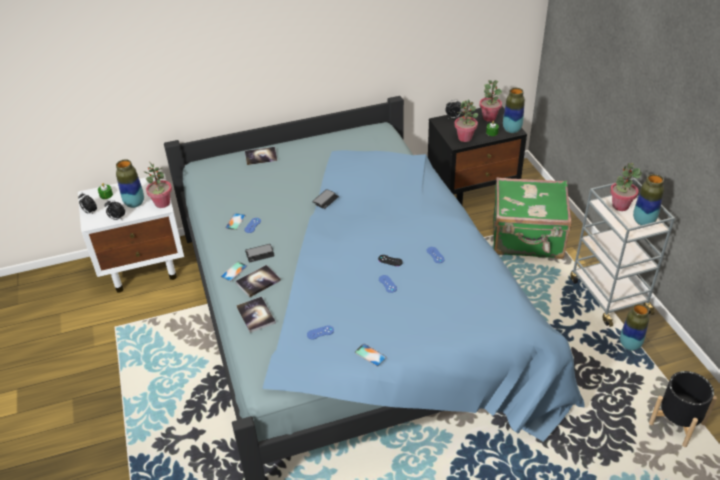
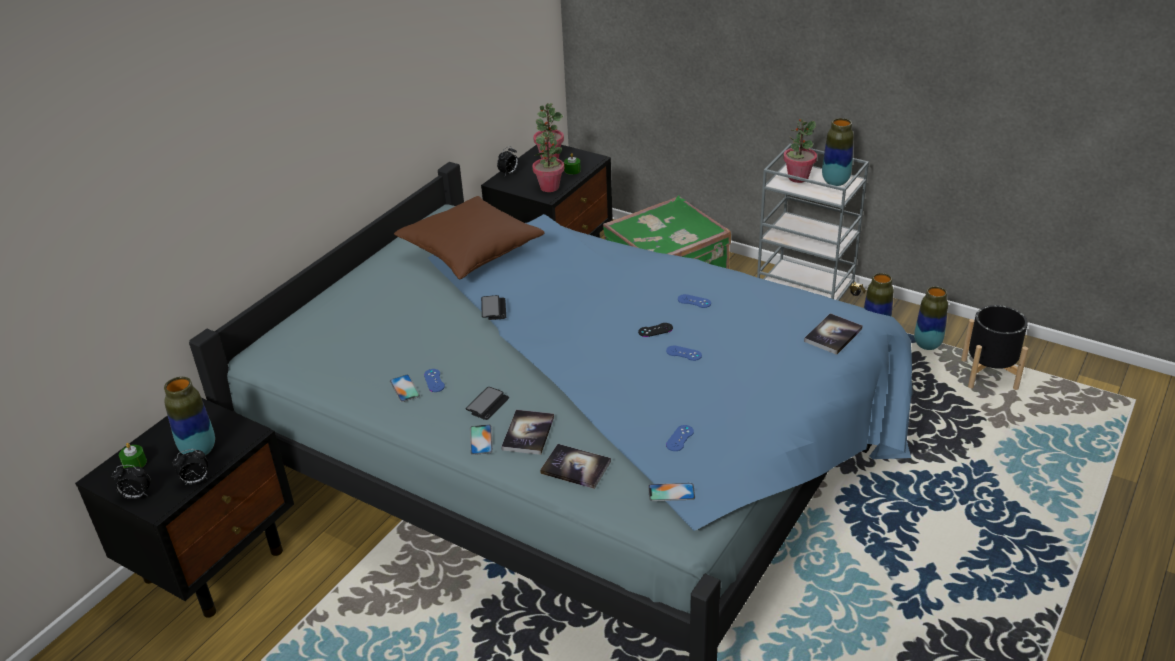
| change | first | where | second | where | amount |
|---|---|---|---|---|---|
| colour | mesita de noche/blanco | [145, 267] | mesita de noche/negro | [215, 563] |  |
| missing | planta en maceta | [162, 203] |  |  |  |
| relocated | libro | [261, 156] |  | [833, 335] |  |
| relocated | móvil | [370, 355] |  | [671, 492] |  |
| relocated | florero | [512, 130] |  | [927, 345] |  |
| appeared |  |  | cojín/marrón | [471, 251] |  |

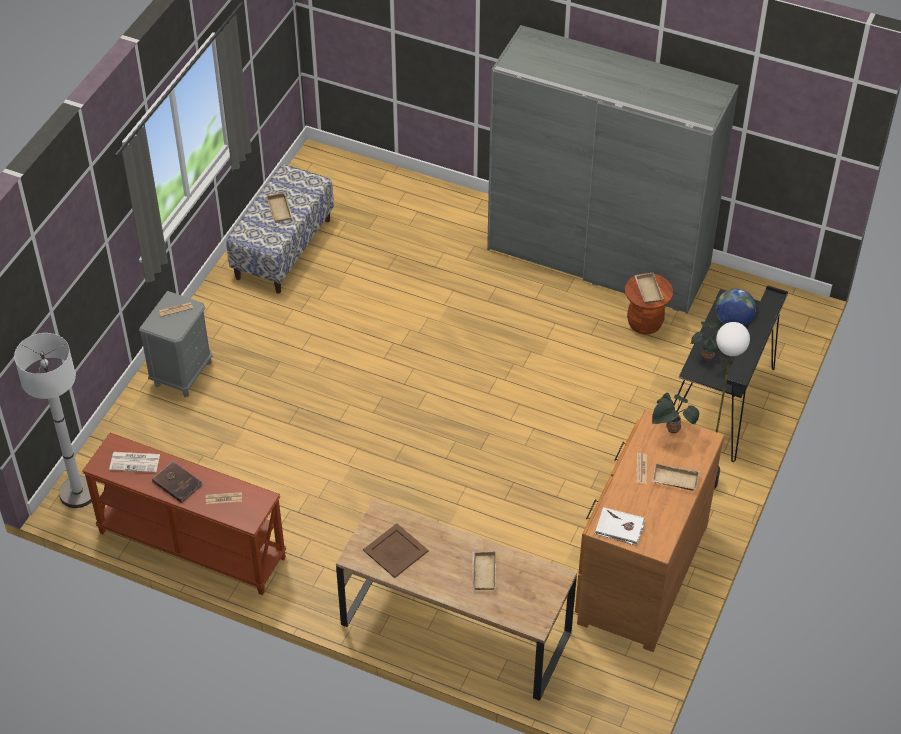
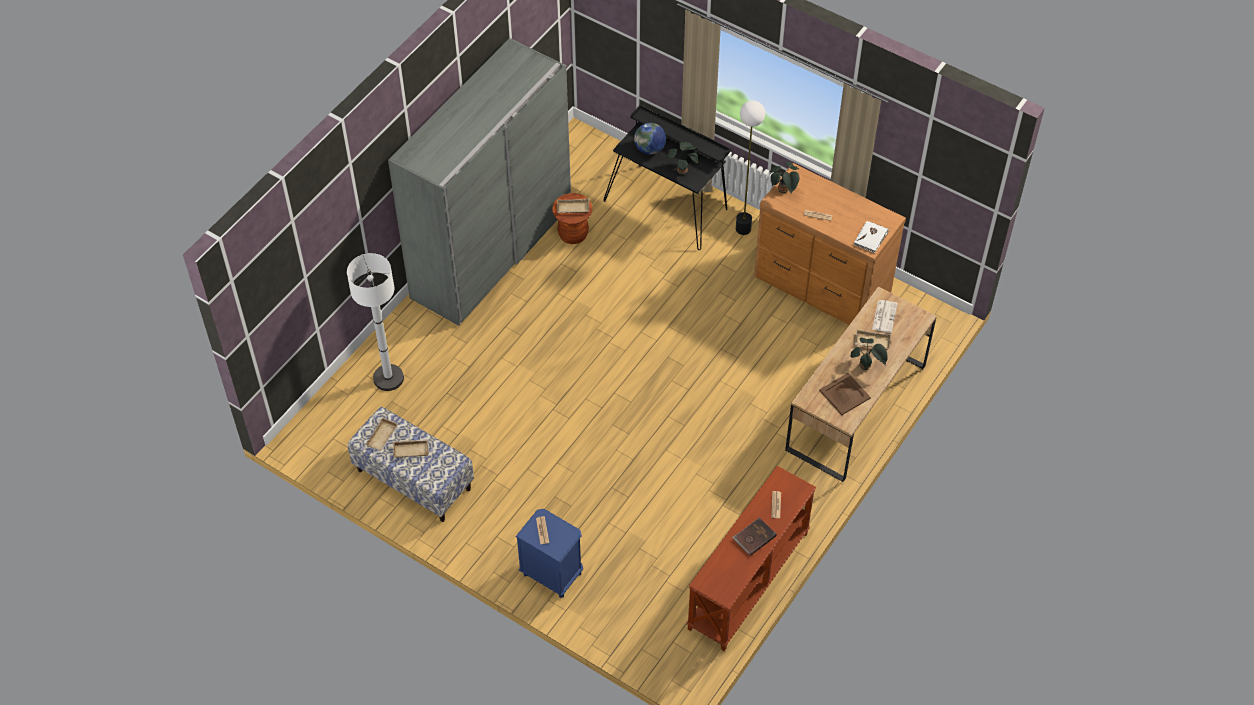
| change | first | where | second | where | amount |
|---|---|---|---|---|---|
| relocated | lámpara de pie/blanco | [78, 493] |  | [388, 378] |  |
| relocated | periódico | [135, 462] |  | [884, 316] |  |
| colour | mesita de noche/gris | [183, 373] | mesita de noche/azul | [551, 574] |  |
| relocated | bandeja/beis | [674, 480] |  | [383, 437] |  |
| appeared |  |  | planta en maceta | [866, 367] |  |

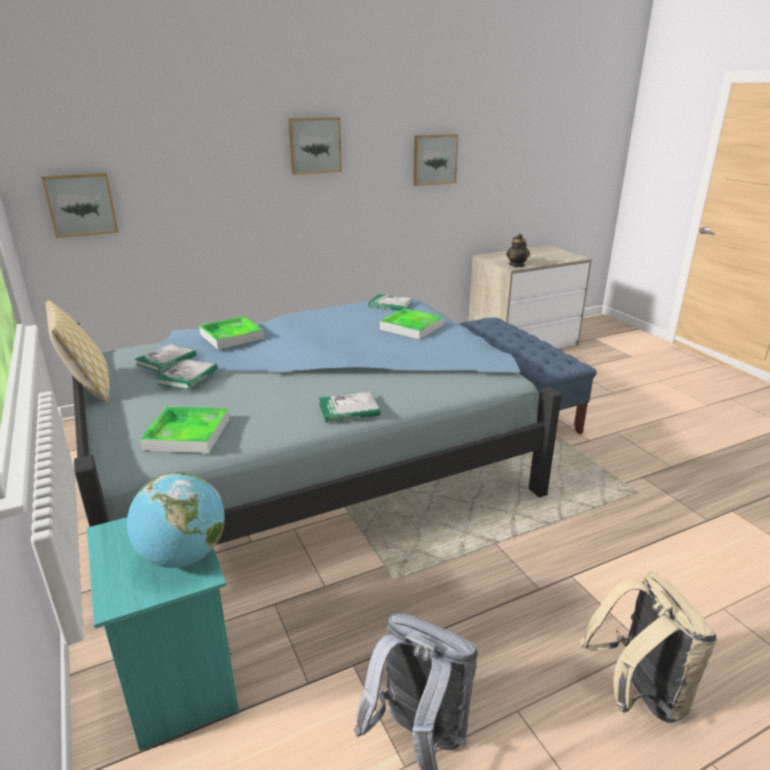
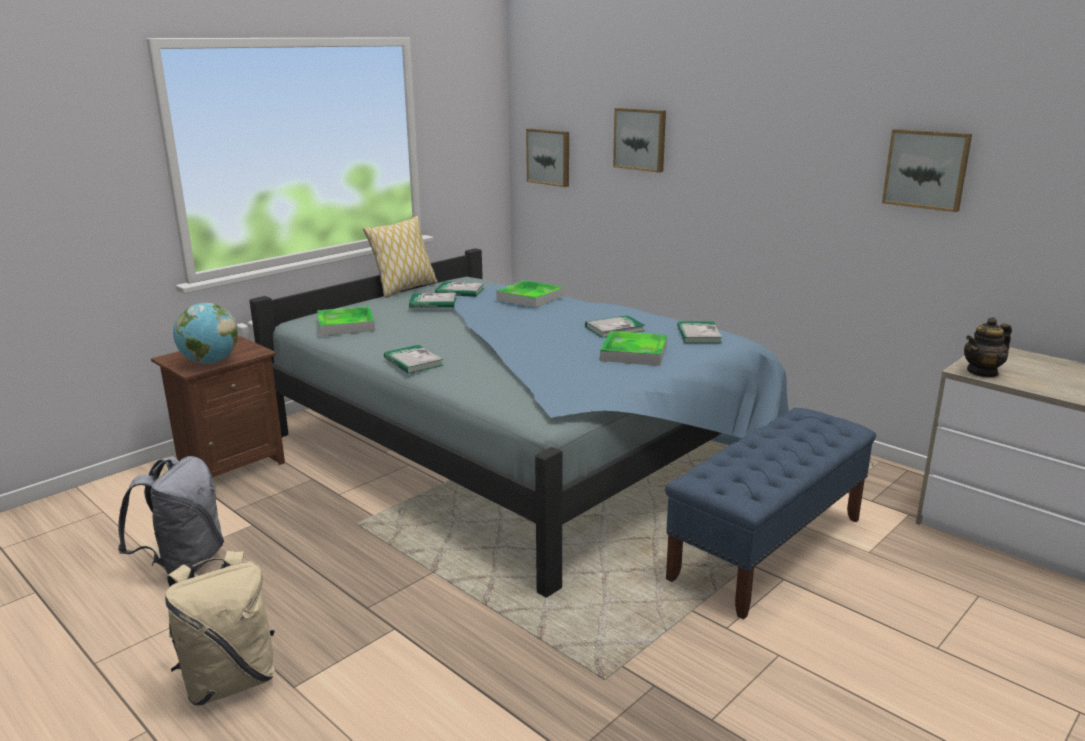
| change | first | where | second | where | amount |
|---|---|---|---|---|---|
| colour | mesita de noche/turquesa | [178, 684] | mesita de noche/marrón | [230, 466] |  |
| relocated | cuadro | [314, 145] |  | [640, 139] |  |
| appeared |  |  | libro | [614, 329] |  |

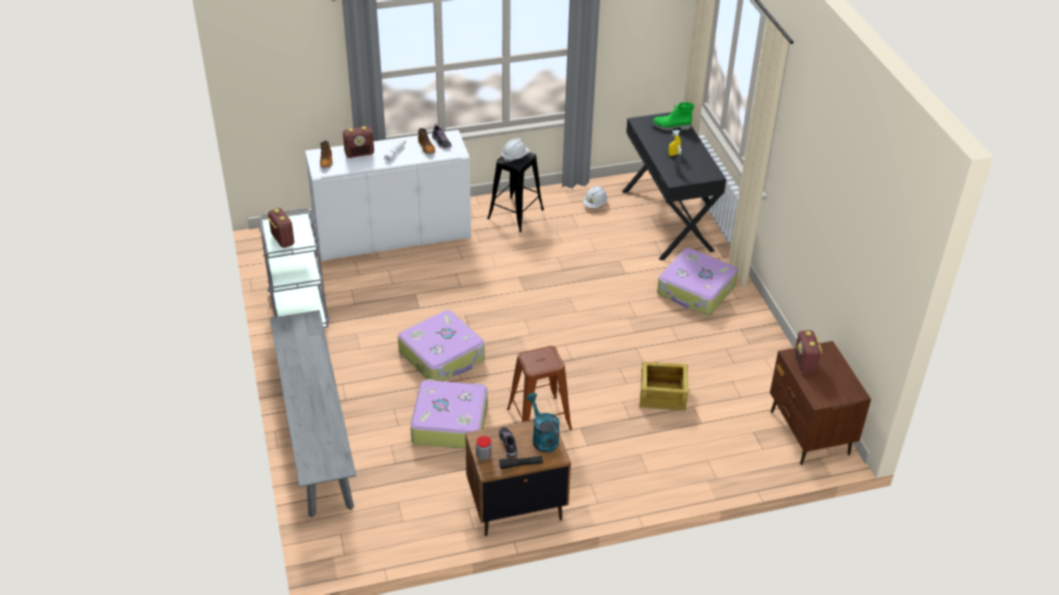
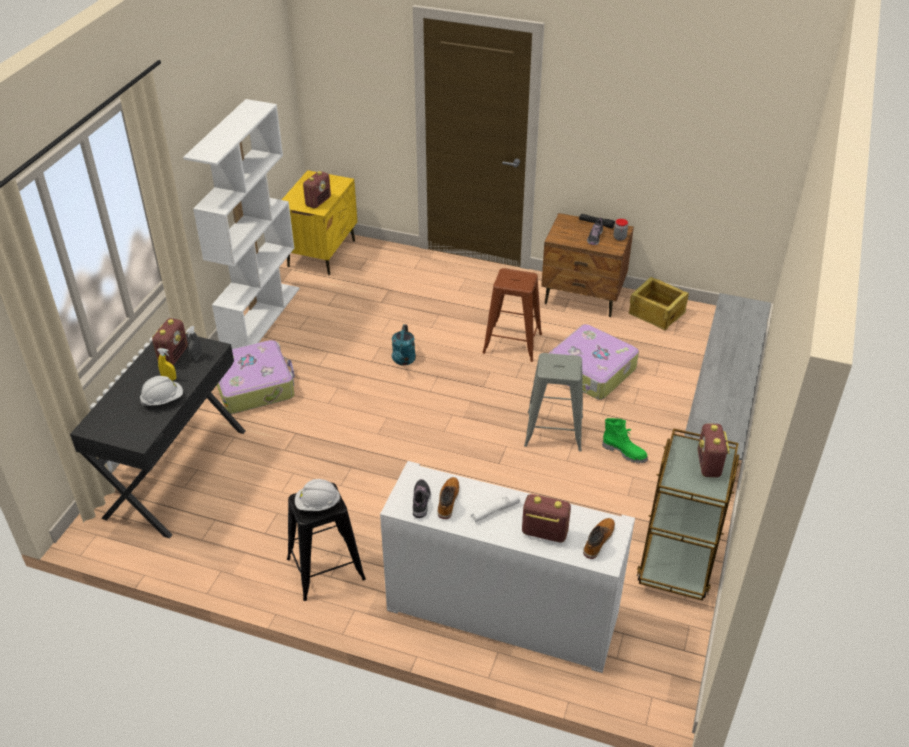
| change | first | where | second | where | amount |
|---|---|---|---|---|---|
| colour | carrito/gris | [299, 309] | carrito/marrón | [678, 556] |  |
| exchanged | maleta | [442, 356] | taburete/gris | [554, 431] |  |
| relocated | regadera/turquesa | [543, 438] |  | [403, 361] |  |
| relocated | casco/blanco | [595, 204] |  | [163, 400] |  |
| relocated | caja de embalaje | [663, 395] |  | [656, 312] |  |
| relocated | bota/verde | [671, 127] |  | [624, 452] |  |
| colour | mesita de noche/marrón | [809, 433] | mesita de noche/amarillo | [322, 253] |  |
| appeared |  |  | radio | [173, 355] |  |
| appeared |  |  | estantería/blanco | [260, 317] |  |

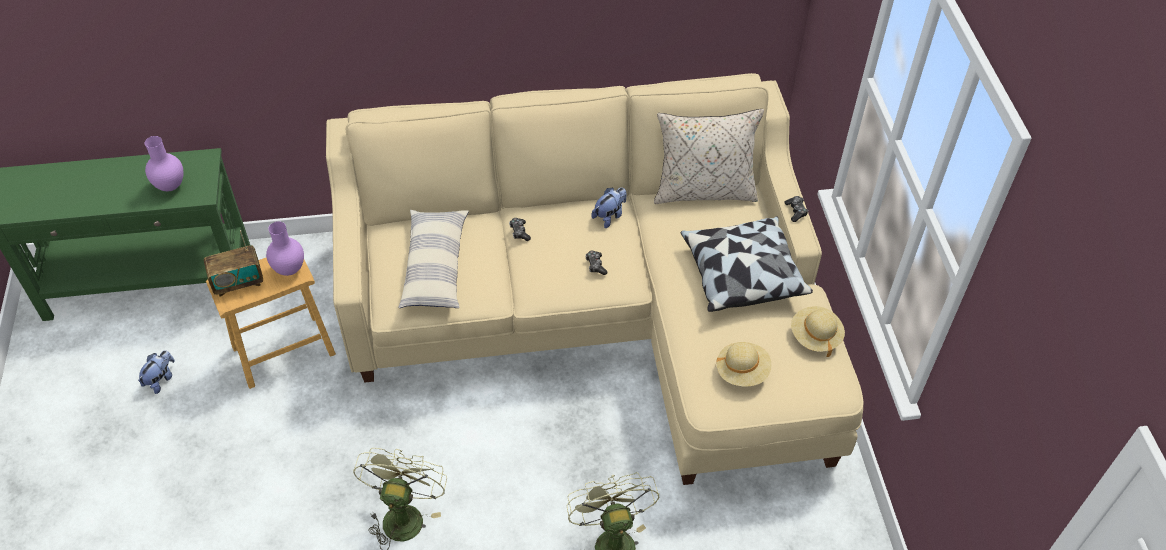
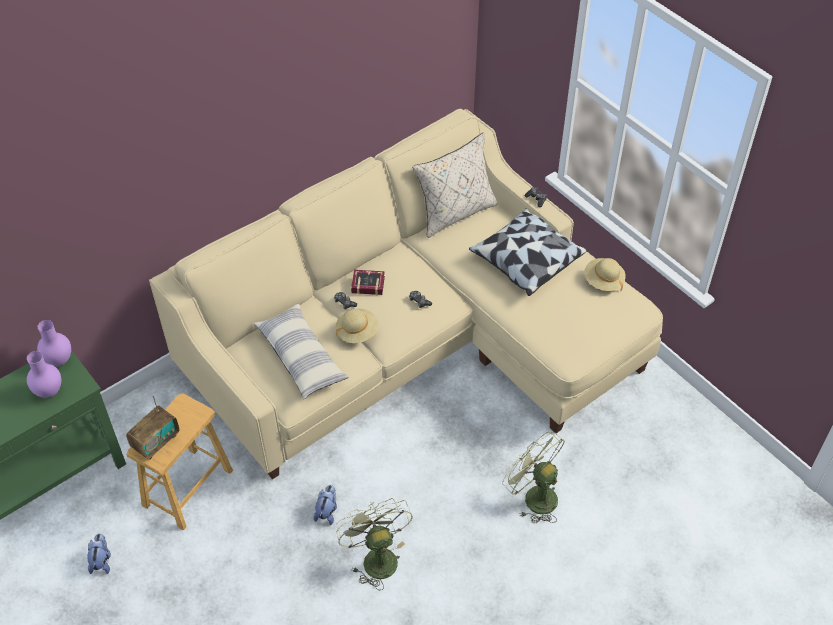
| change | first | where | second | where | amount |
|---|---|---|---|---|---|
| relocated | florero/morado | [289, 270] |  | [59, 361] |  |
| relocated | peluche | [609, 216] |  | [327, 511] |  |
| relocated | sombrero/beis | [742, 371] |  | [357, 332] |  |
| appeared |  |  | libro | [366, 284] |  |

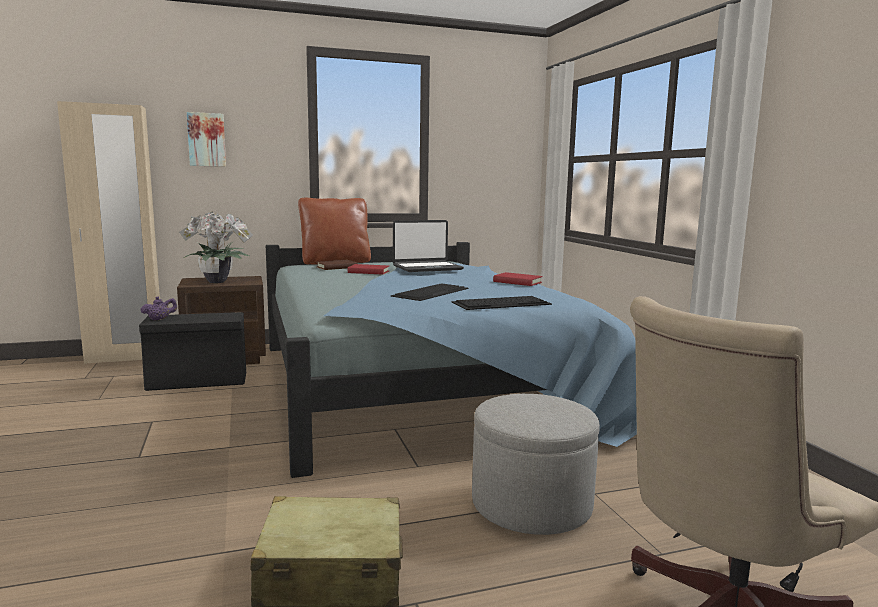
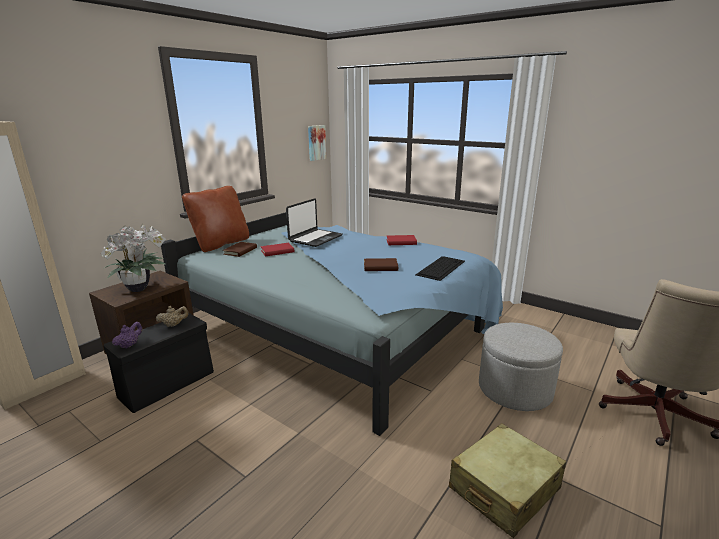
| change | first | where | second | where | amount |
|---|---|---|---|---|---|
| relocated | cuadro | [206, 140] |  | [316, 142] |  |
| exchanged | teclado | [431, 292] | libro/marrón | [380, 267] |  |
| appeared |  |  | tetera/beis | [174, 325] |  |

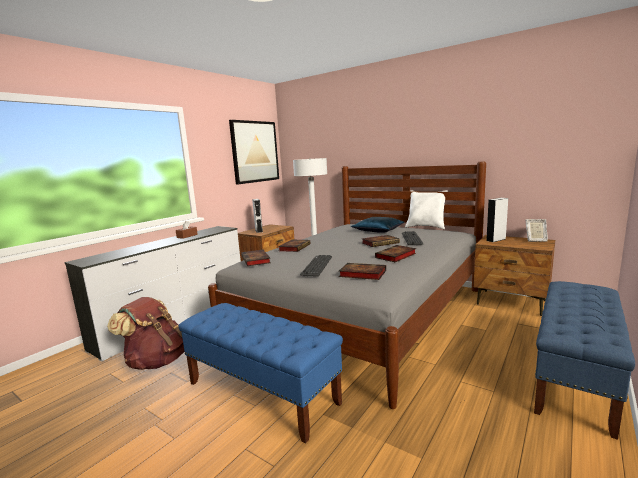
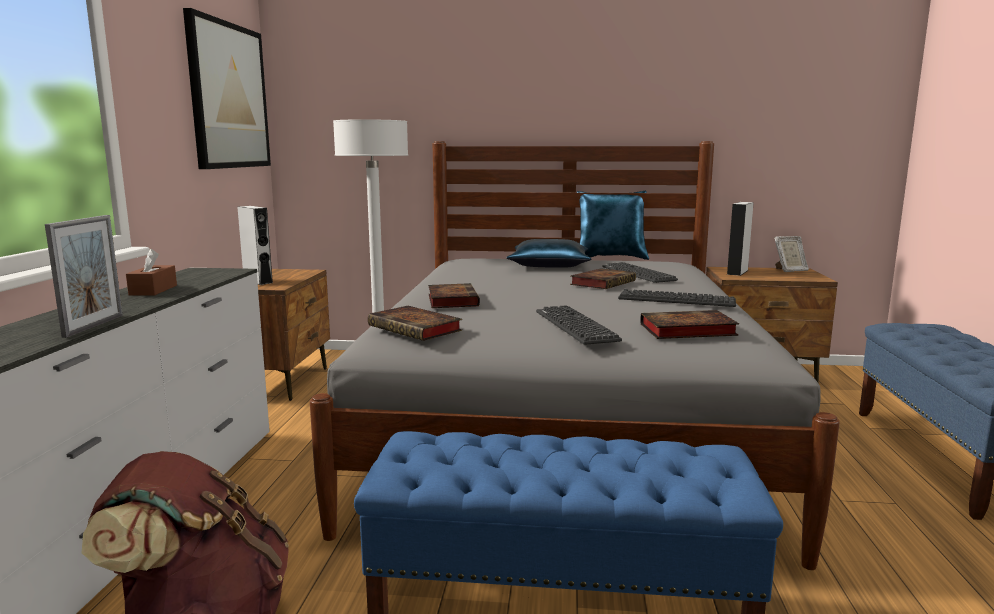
| change | first | where | second | where | amount |
|---|---|---|---|---|---|
| exchanged | libro | [395, 256] | teclado | [676, 300] |  |
| colour | cojín/blanco | [426, 227] | cojín/azul | [611, 258] |  |
| appeared |  |  | portarretratos | [94, 326] |  |

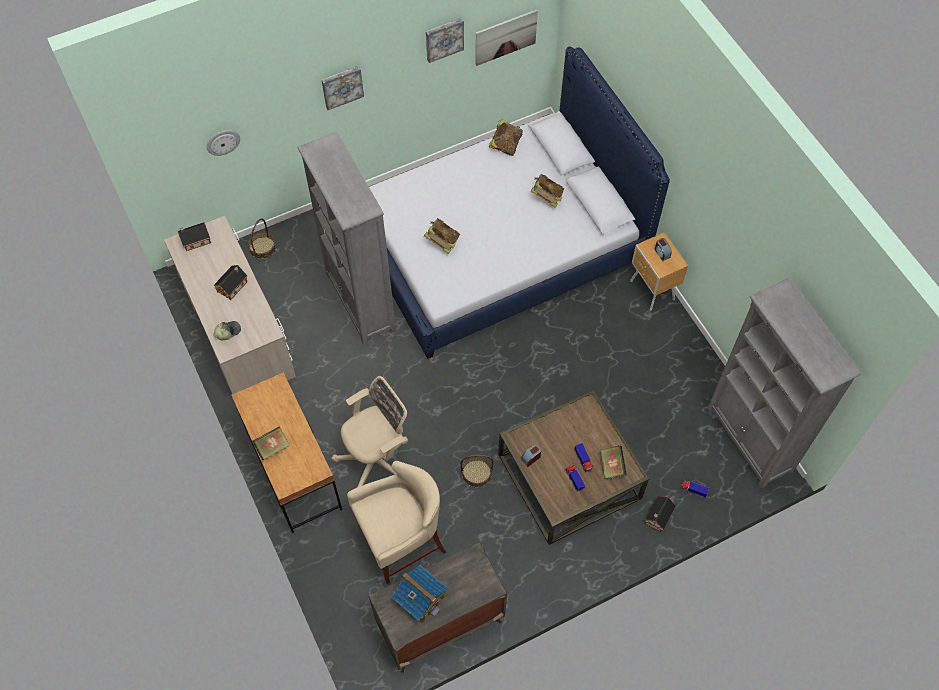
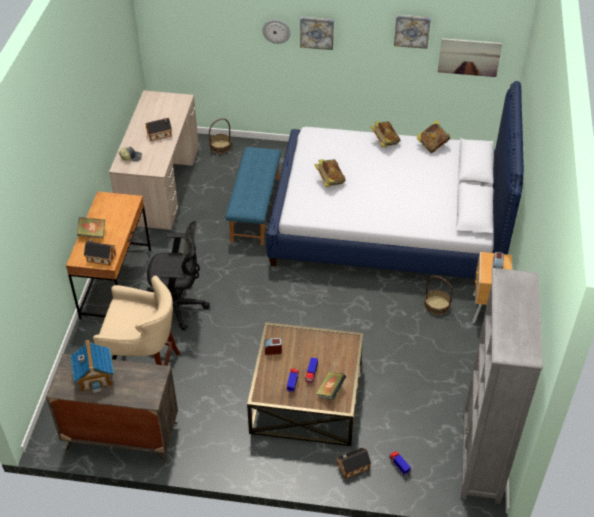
| change | first | where | second | where | amount |
|---|---|---|---|---|---|
| relocated | casita | [195, 240] |  | [100, 257] |  |
| relocated | reloj de pared | [223, 142] |  | [276, 31] |  |
| exchanged | estantería/gris | [361, 303] | banco/azul | [256, 209] |  |
| colour | silla de oficina/beis | [377, 458] | silla de oficina/negro | [178, 307] |  |
| relocated | cesta | [476, 473] |  | [436, 305] |  |
| relocated | libro | [546, 197] |  | [384, 142] |  |

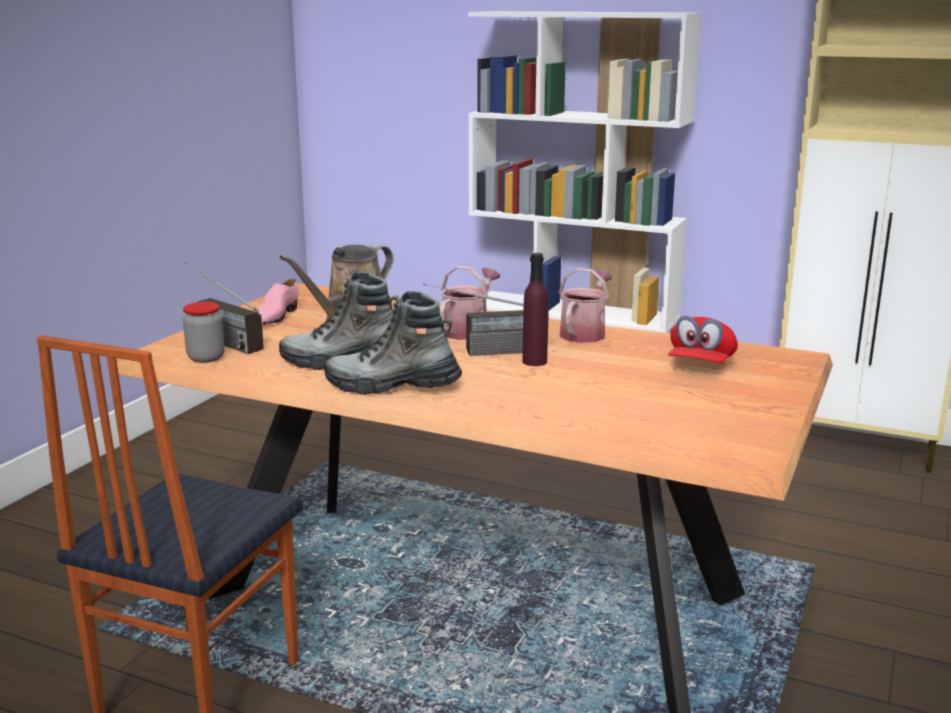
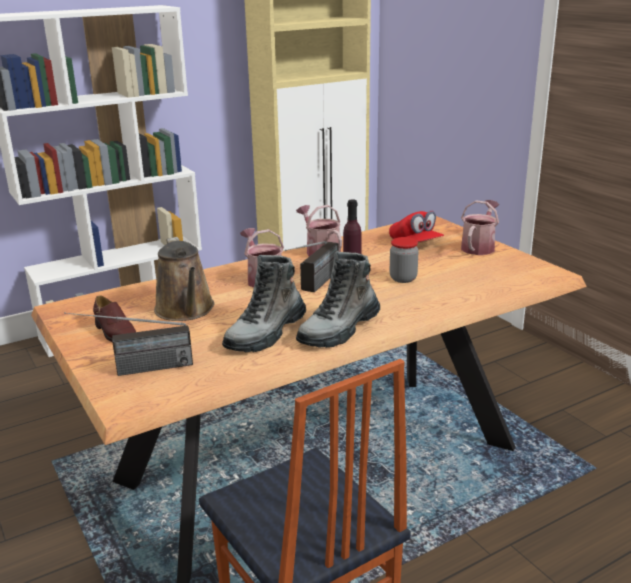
| change | first | where | second | where | amount |
|---|---|---|---|---|---|
| relocated | tarro | [206, 358] |  | [403, 278] |  |
| colour | zapato/rosa | [276, 316] | zapato/marrón | [115, 333] |  |
| appeared |  |  | regadera | [479, 247] |  |

